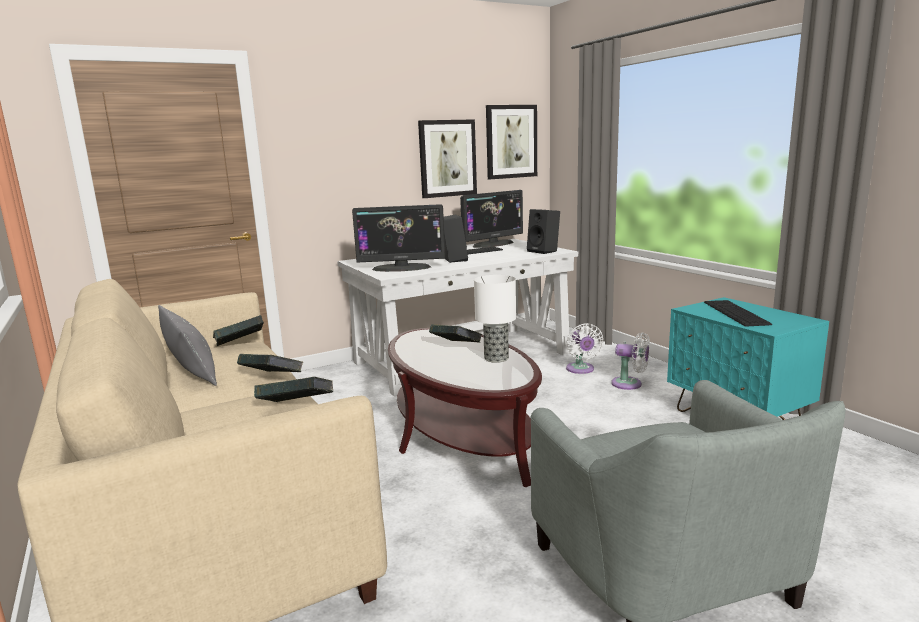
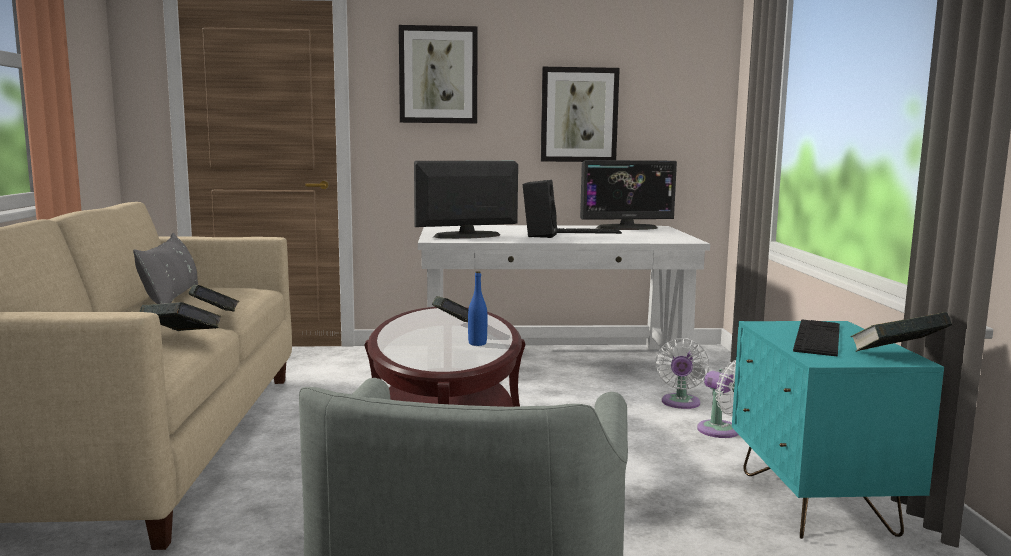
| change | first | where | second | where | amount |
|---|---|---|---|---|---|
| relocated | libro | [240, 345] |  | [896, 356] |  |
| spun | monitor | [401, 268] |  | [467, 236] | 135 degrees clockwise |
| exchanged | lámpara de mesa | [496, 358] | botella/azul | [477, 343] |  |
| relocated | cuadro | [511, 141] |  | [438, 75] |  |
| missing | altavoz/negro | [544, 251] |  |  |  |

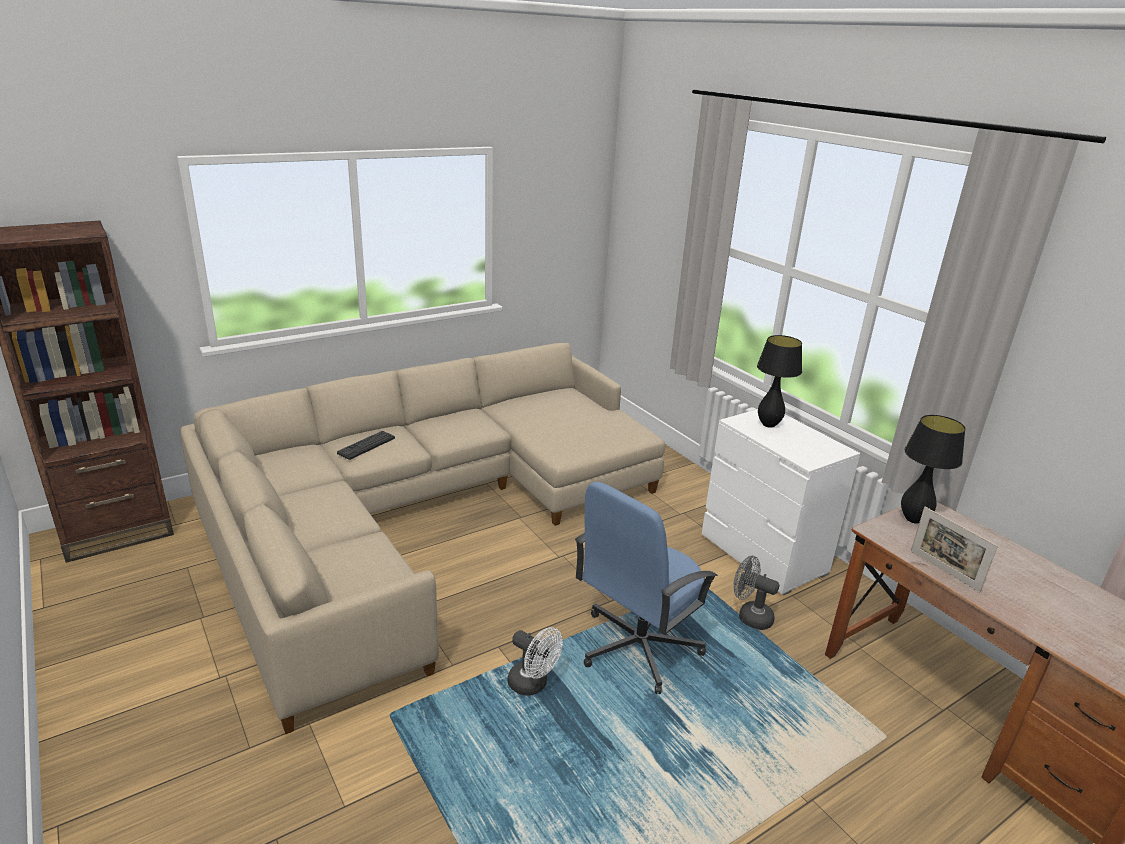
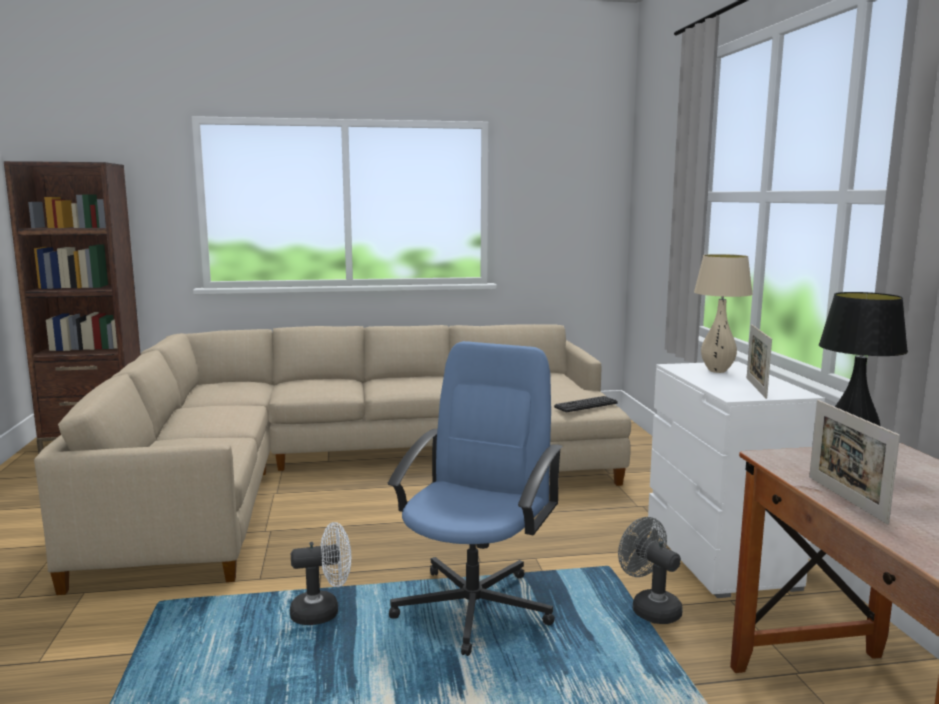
| change | first | where | second | where | amount |
|---|---|---|---|---|---|
| relocated | teclado | [366, 445] |  | [586, 405] |  |
| spun | ventilador/blanco | [533, 685] |  | [323, 612] | 75 degrees counterclockwise |
| spun | silla de oficina/azul | [637, 647] |  | [475, 606] | 135 degrees clockwise |
| colour | lámpara de mesa/negro | [768, 425] | lámpara de mesa/beis | [717, 371] |  |
| appeared |  |  | portarretratos | [756, 388] |  |

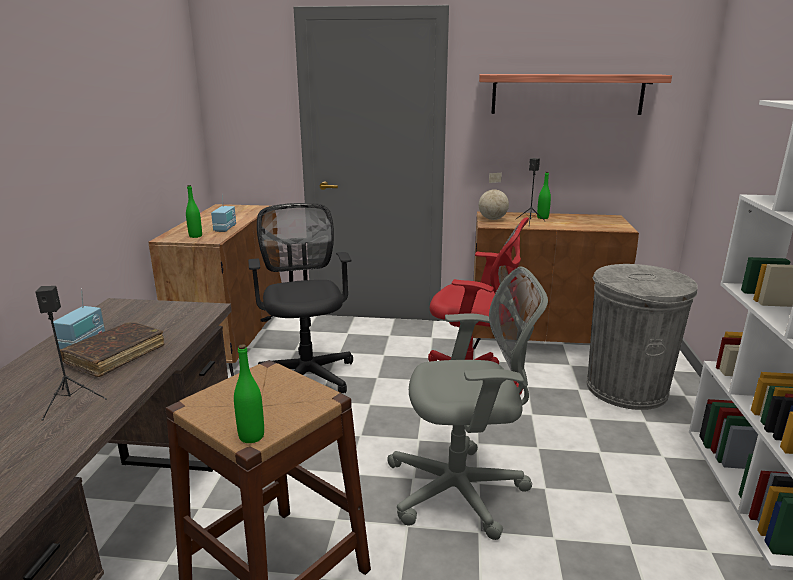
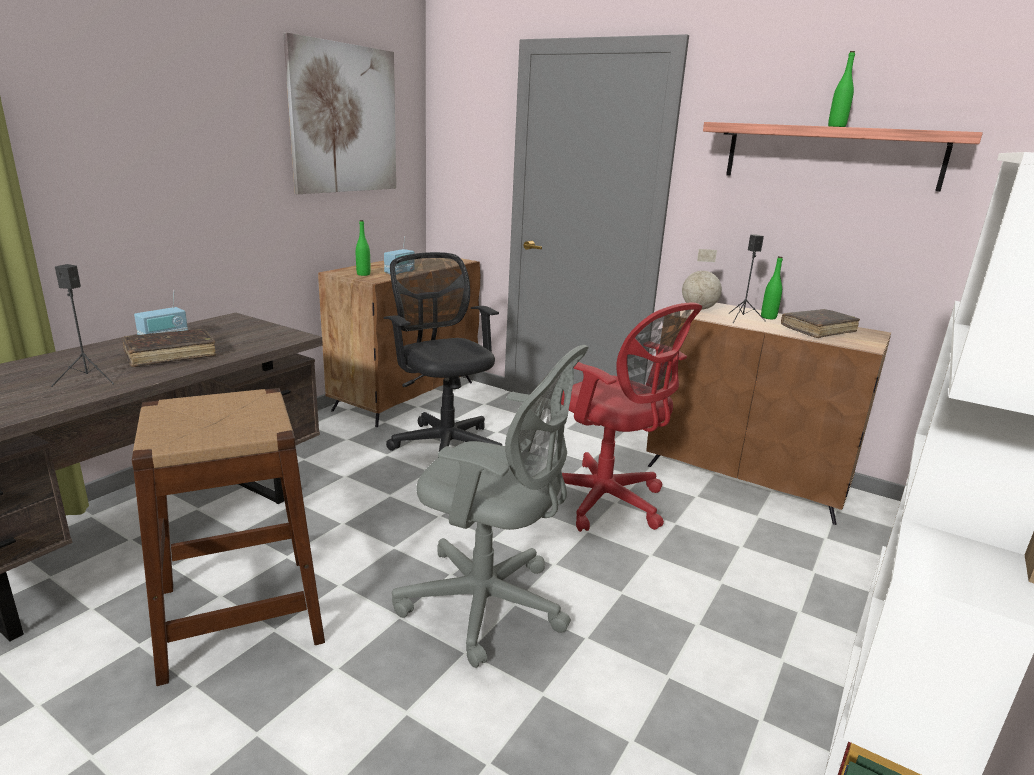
| change | first | where | second | where | amount |
|---|---|---|---|---|---|
| relocated | botella/verde | [251, 436] |  | [836, 126] |  |
| spun | silla de oficina/negro | [307, 374] |  | [444, 444] | 45 degrees counterclockwise |
| missing | papelera/gris | [626, 388] |  |  |  |
| appeared |  |  | cuadro | [344, 119] |  |
| appeared |  |  | libro/marrón | [818, 330] |  |

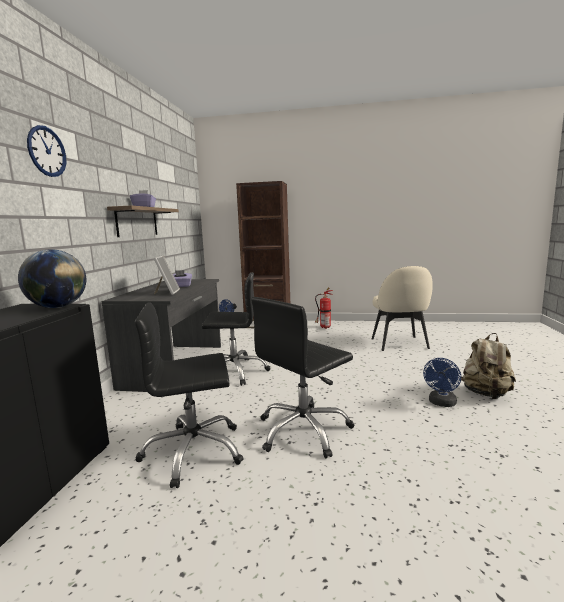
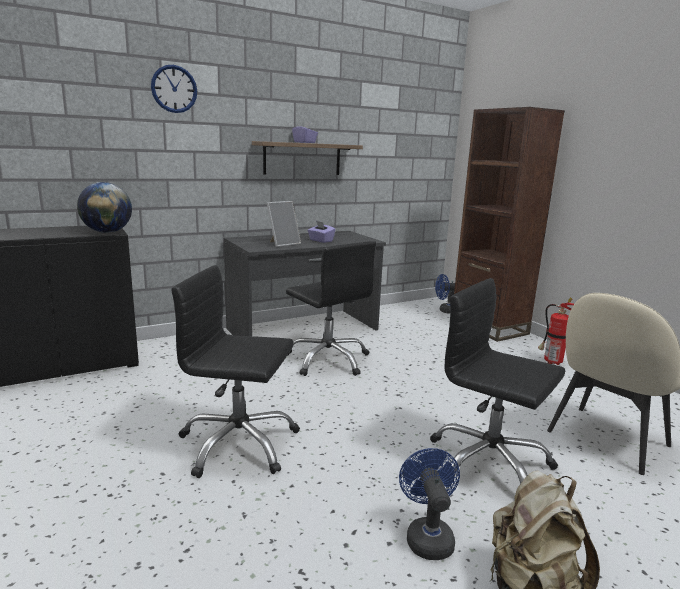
| change | first | where | second | where | amount |
|---|---|---|---|---|---|
| relocated | silla de oficina/negro | [193, 452] |  | [489, 464] |  |
| spun | ventilador/azul | [441, 403] |  | [427, 536] | 90 degrees clockwise |

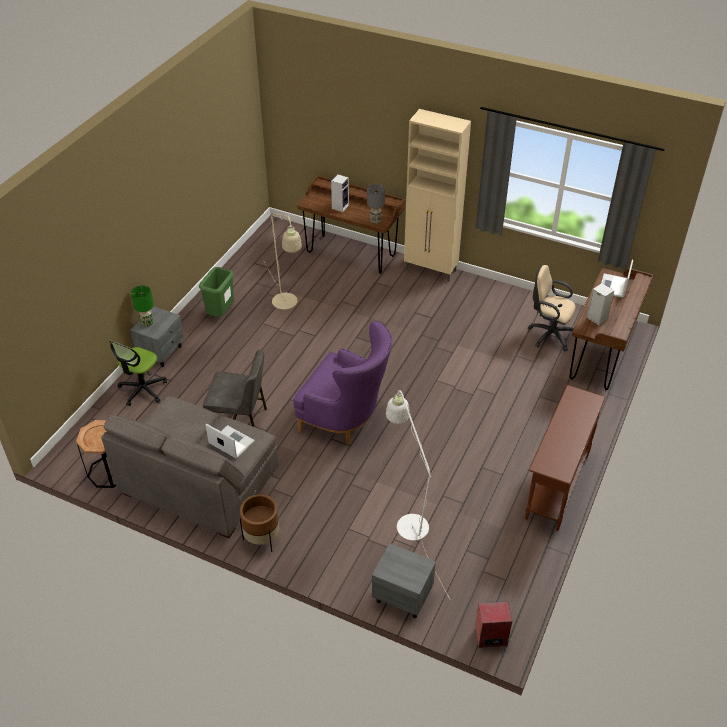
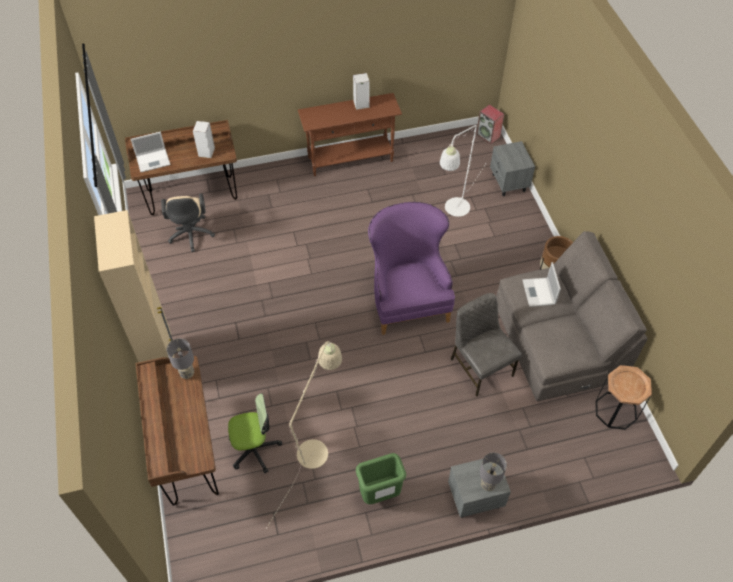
| change | first | where | second | where | amount |
|---|---|---|---|---|---|
| relocated | silla de oficina | [142, 390] |  | [254, 449] |  |
| colour | lámpara de mesa/verde | [147, 323] | lámpara de mesa/gris | [488, 484] |  |
| relocated | altavoz | [340, 206] |  | [360, 104] |  |

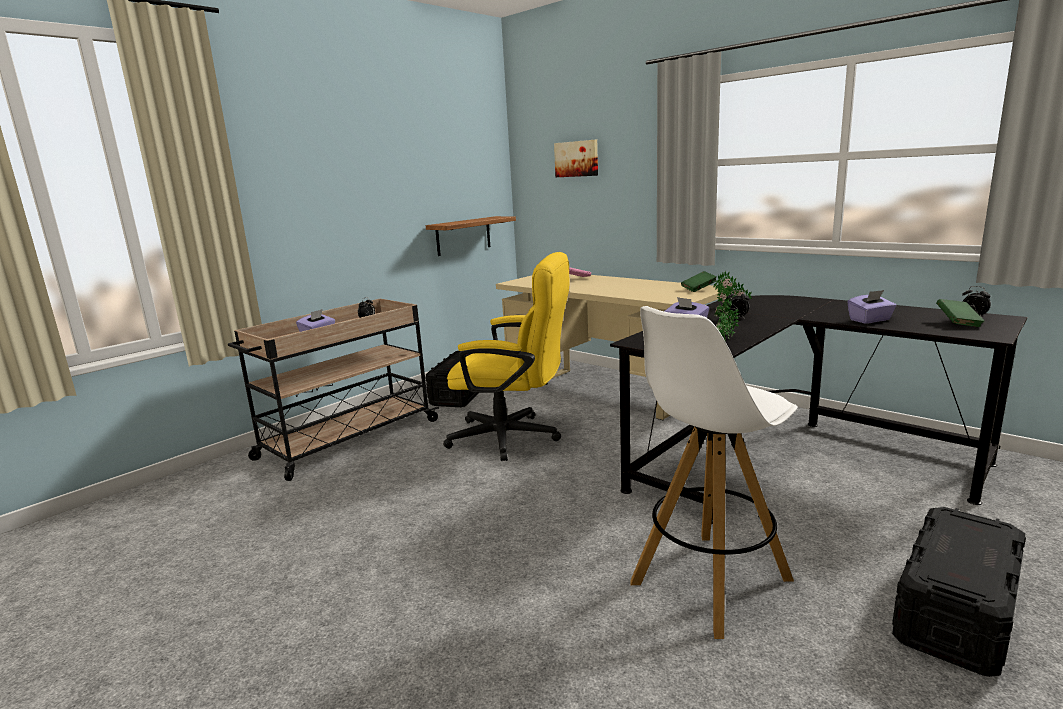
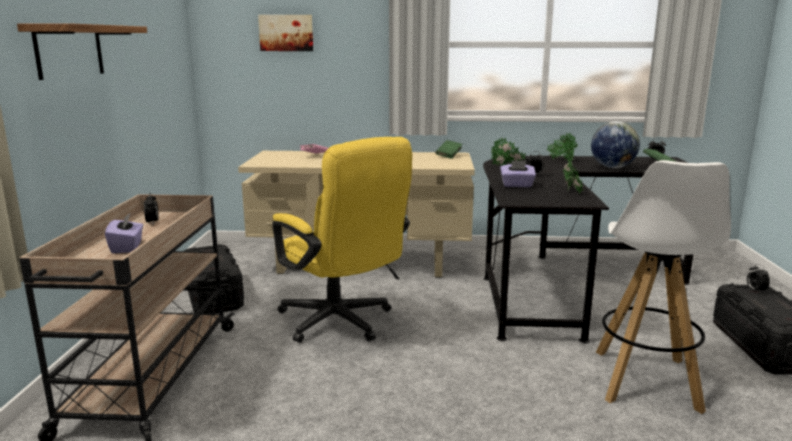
| change | first | where | second | where | amount |
|---|---|---|---|---|---|
| relocated | estante | [463, 236] |  | [69, 51] |  |
| spun | silla de oficina/amarillo | [514, 438] |  | [341, 323] | 75 degrees clockwise |
| exchanged | caja de pañuelos/morado | [870, 320] | globo terráqueo | [612, 167] |  |
| appeared |  |  | planta en maceta | [561, 160] |  |
| appeared |  |  | despertador | [755, 290] |  |

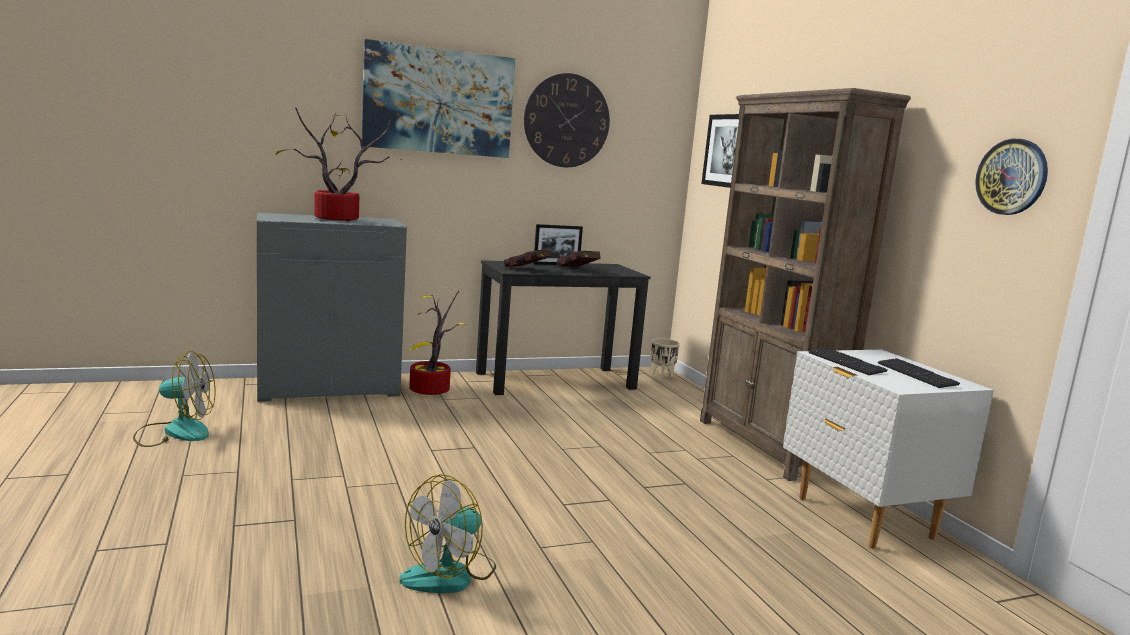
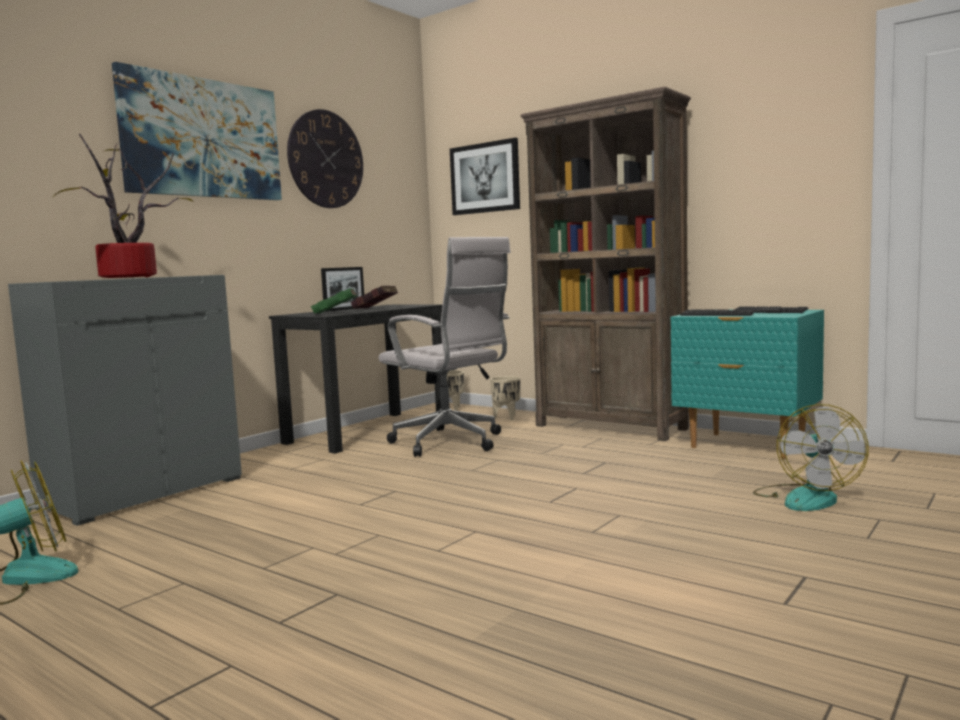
| change | first | where | second | where | amount |
|---|---|---|---|---|---|
| relocated | ventilador | [450, 574] |  | [805, 497] |  |
| missing | planta en maceta | [431, 391] |  |  |  |
| colour | libro/rojo | [528, 270] | libro/verde | [337, 313] |  |
| colour | mesita de noche/blanco | [863, 518] | mesita de noche/turquesa | [747, 446] |  |
| missing | reloj de pared | [1012, 177] |  |  |  |
| appeared |  |  | silla de oficina/blanco | [451, 443] |  |
| appeared |  |  | maceta/beis | [507, 417] |  |

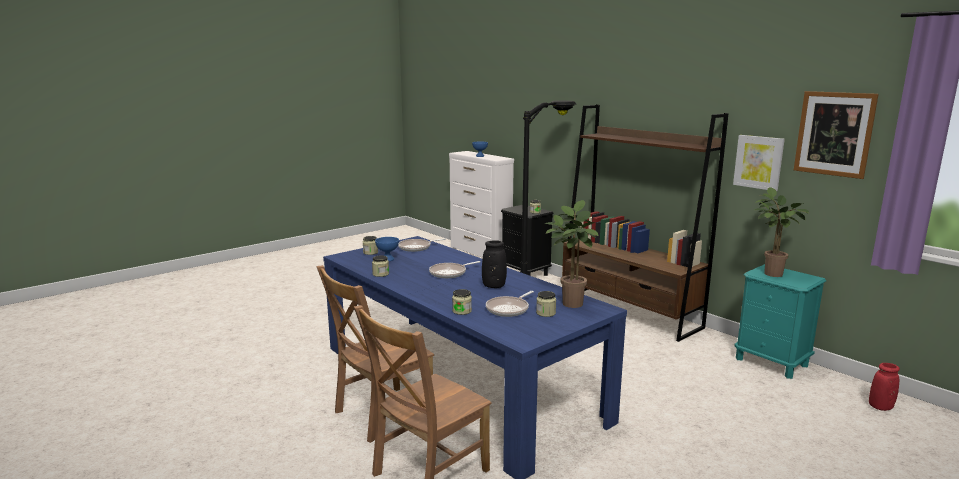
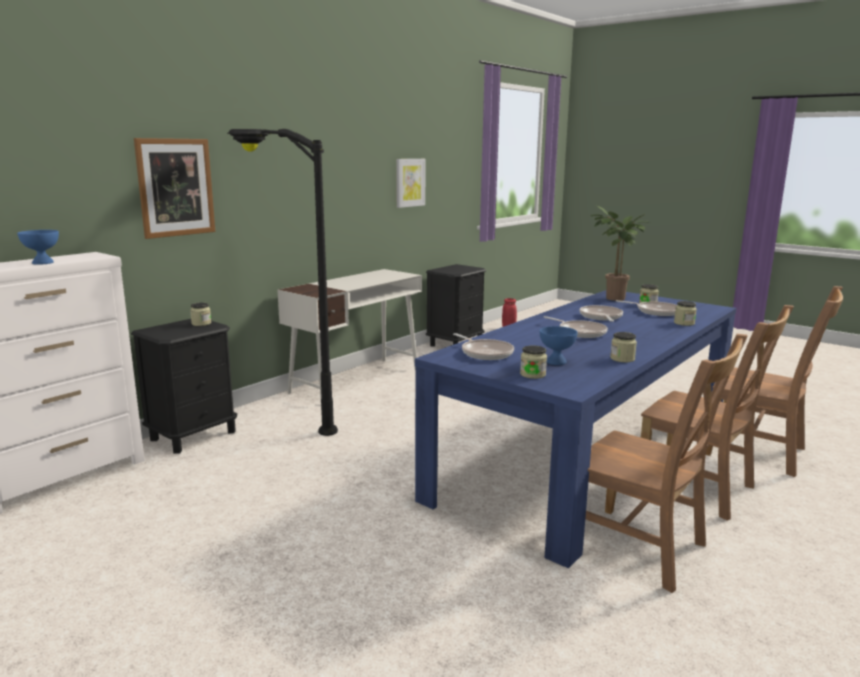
| change | first | where | second | where | amount |
|---|---|---|---|---|---|
| exchanged | florero/negro | [494, 286] | sartén | [601, 317] |  |
| exchanged | estantería/marrón | [629, 312] | escritorio/blanco | [356, 380] |  |
| colour | mesita de noche/turquesa | [771, 362] | mesita de noche/negro | [456, 343] |  |
| missing | planta en maceta | [769, 273] |  |  |  |
| relocated | cuadro | [834, 134] |  | [176, 187] |  |
| appeared |  |  | silla/marrón | [642, 549] |  |

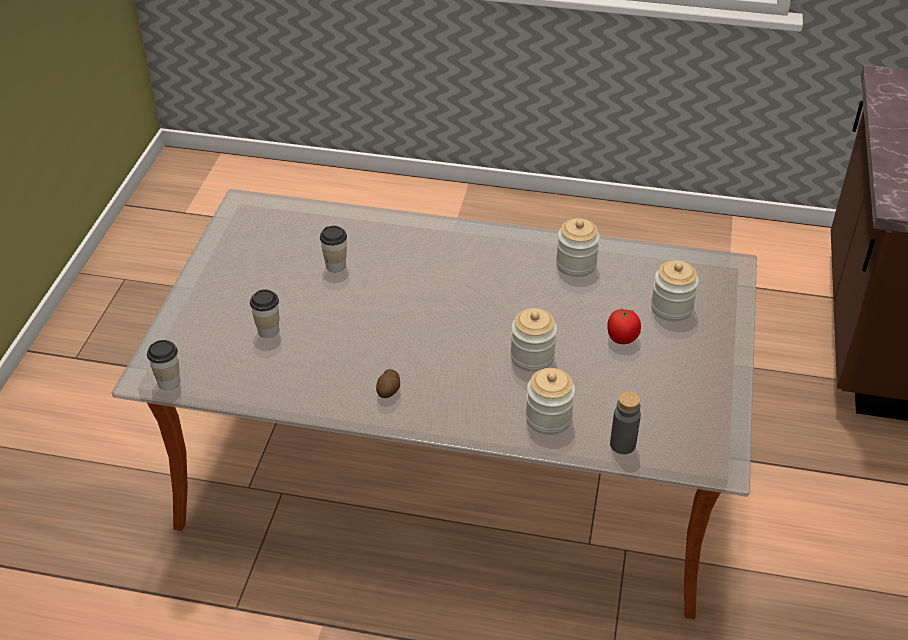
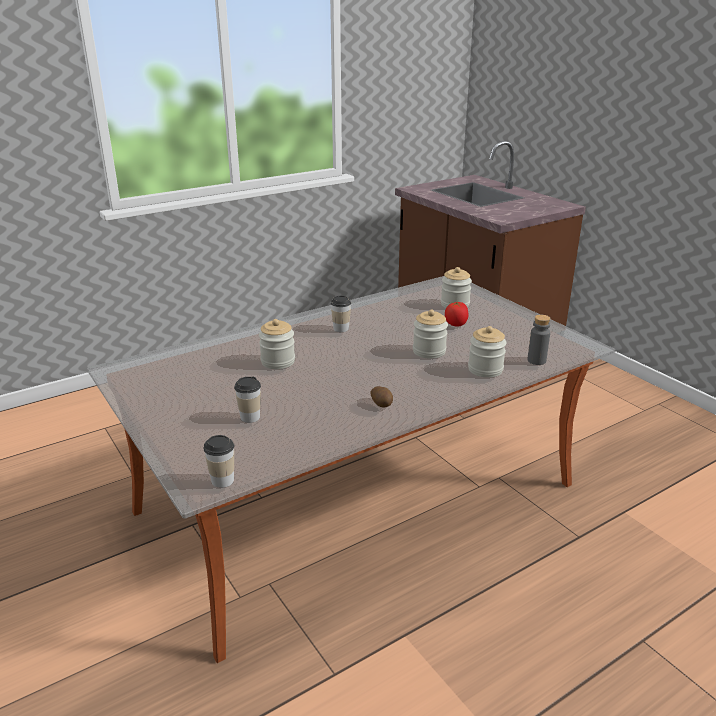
| change | first | where | second | where | amount |
|---|---|---|---|---|---|
| relocated | taza | [335, 265] |  | [341, 328] |  |
| relocated | tarro | [576, 264] |  | [278, 361] |  |

